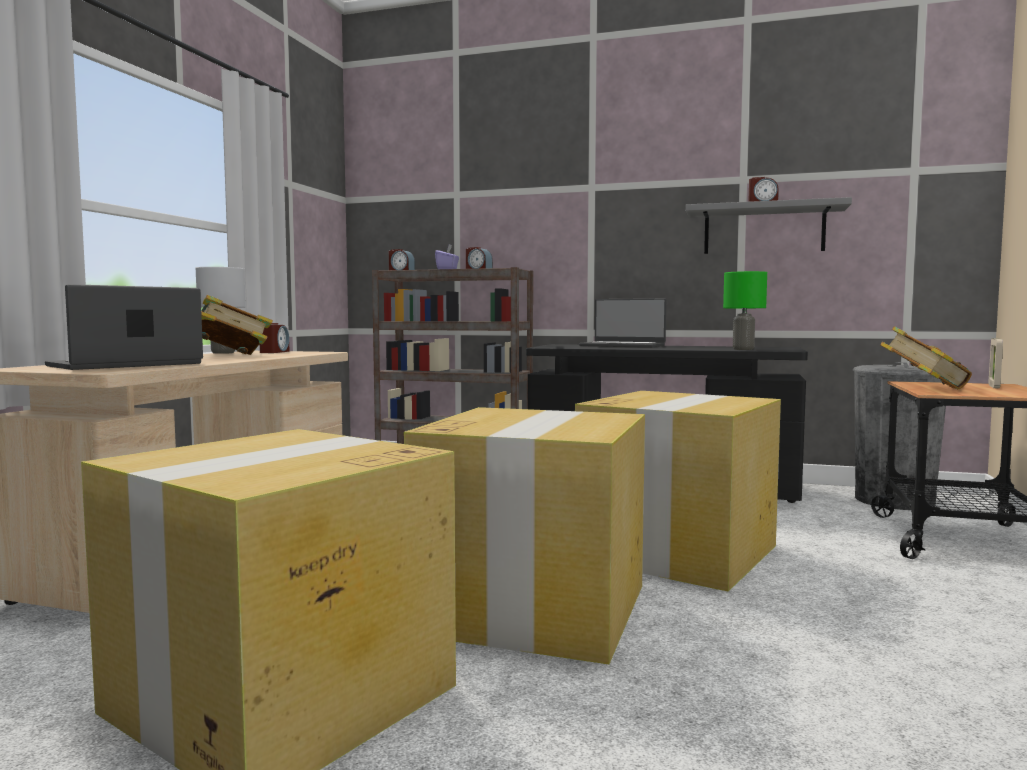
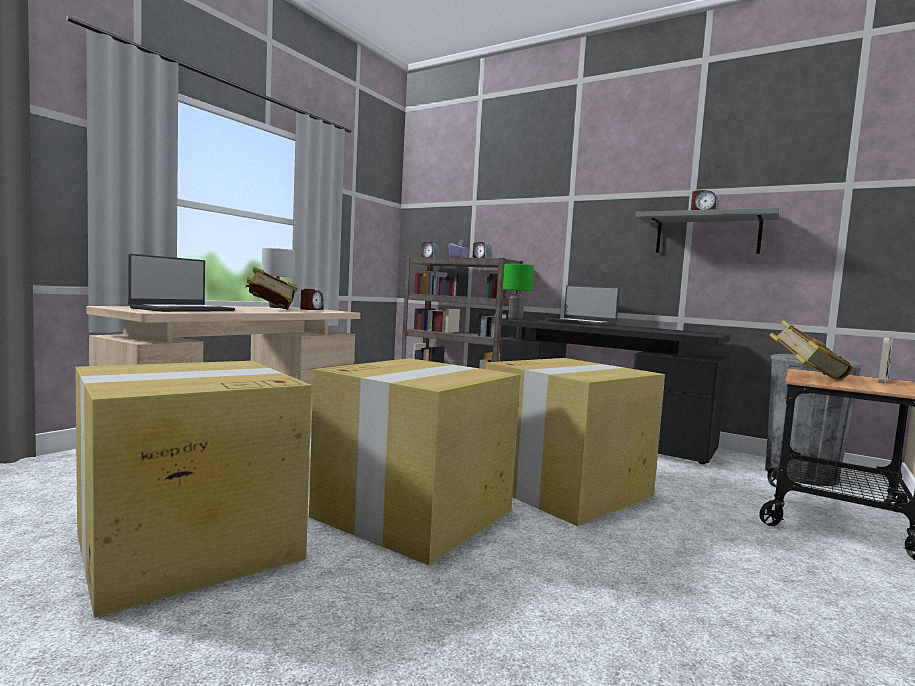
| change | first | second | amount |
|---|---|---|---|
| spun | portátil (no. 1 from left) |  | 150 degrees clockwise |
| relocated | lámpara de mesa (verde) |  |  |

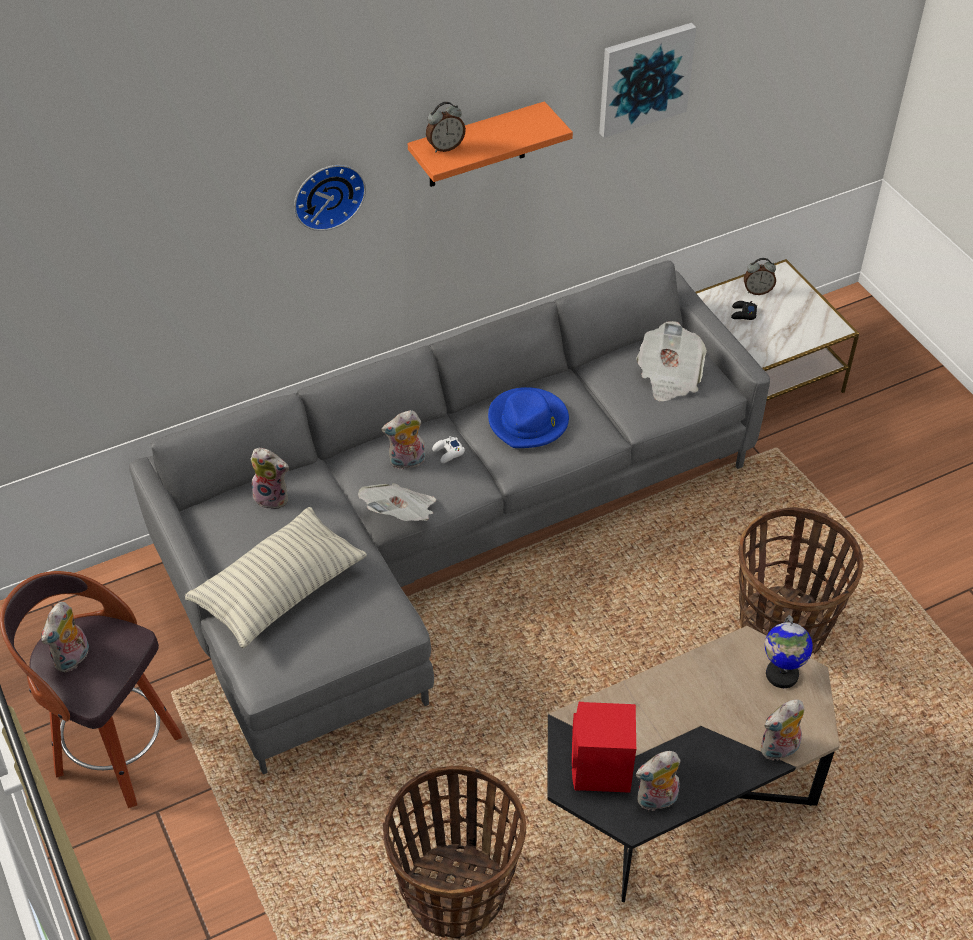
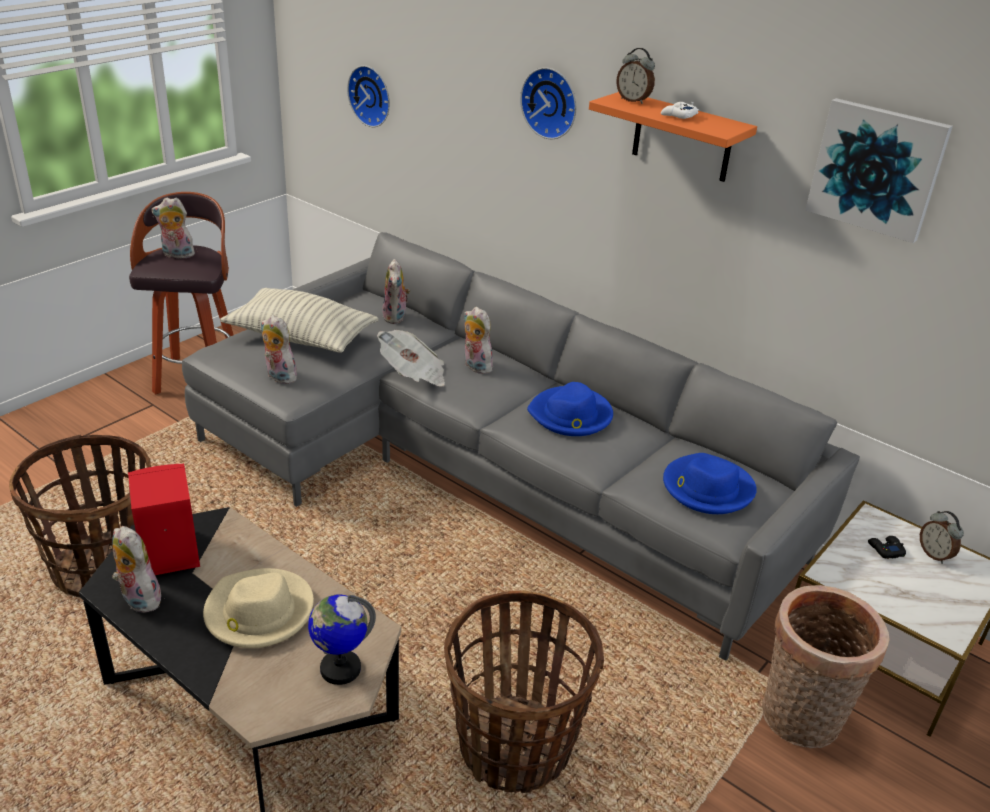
| change | first | second | amount |
|---|---|---|---|
| appeared |  | sombrero (beis) |  |
| relocated | peluche (no. 5 from left in the first image) | peluche (no. 3 from left) |  |
| appeared |  | reloj de pared (no. 1 from left) |  |
| relocated | mando de consola (blanco) |  |  |
| exchanged | periódico (no. 2 from left) | sombrero (azul) (no. 2 from left) |  |
| appeared |  | cesta (no. 3 from left) |  |

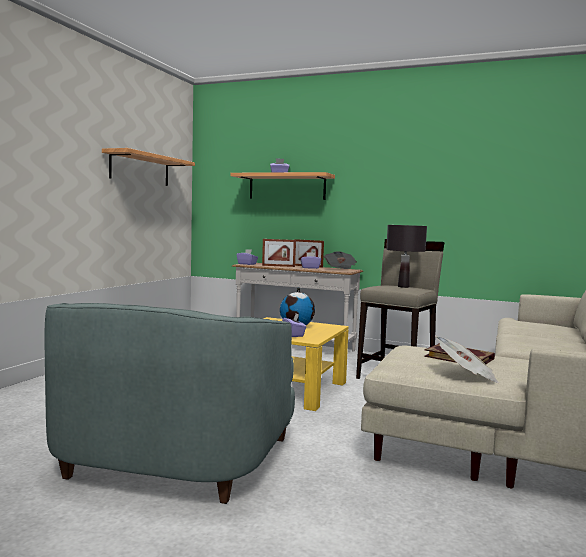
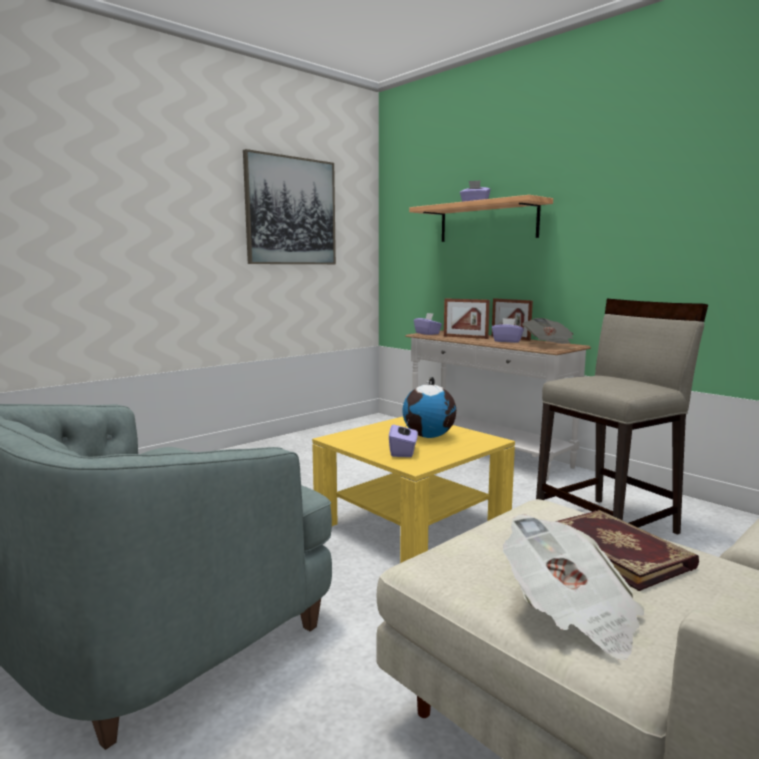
| change | first | second | amount |
|---|---|---|---|
| exchanged | estante (no. 1 from left) | cuadro |  |
| missing | lámpara de mesa (negro) |  |  |

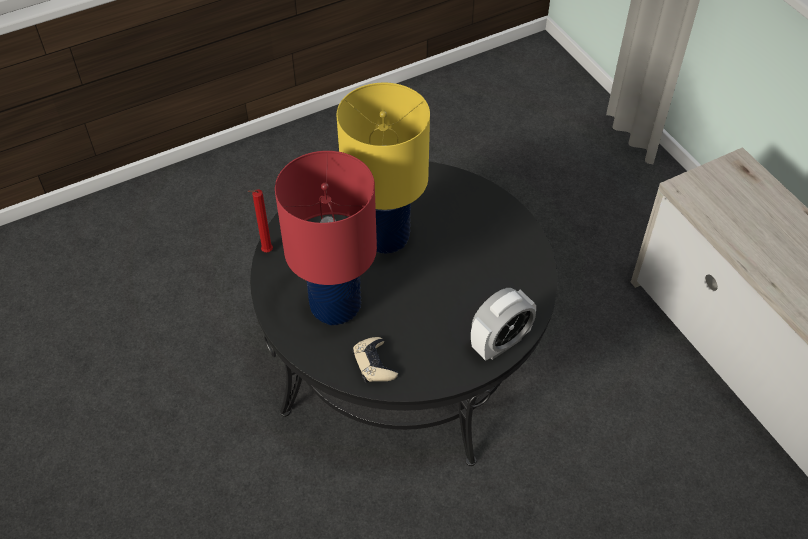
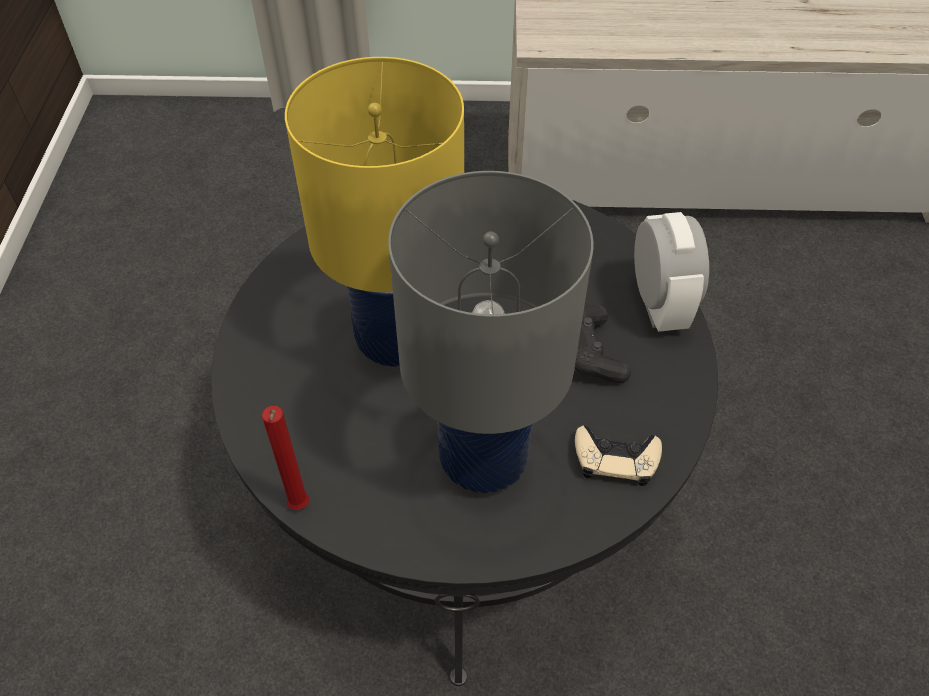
| change | first | second | amount |
|---|---|---|---|
| colour | lámpara de mesa (rojo) | lámpara de mesa (gris) |  |
| appeared |  | mando de consola (negro) |  |

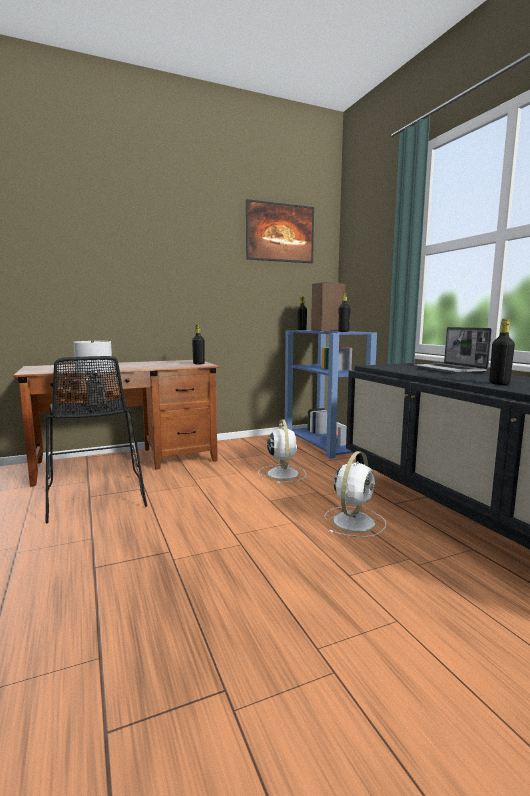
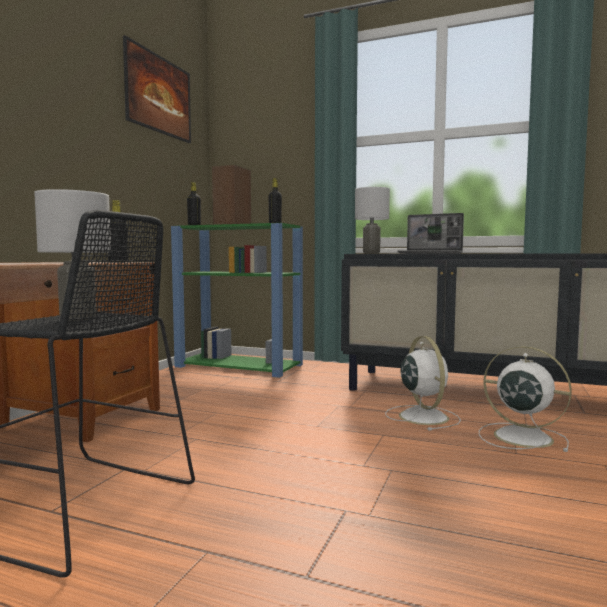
| change | first | second | amount |
|---|---|---|---|
| colour | estantería (azul) | estantería (verde) |  |
| appeared |  | lámpara de mesa (blanco) (no. 2 from left) |  |
| relocated | ventilador (blanco) (no. 1 from left in the first image) | ventilador (blanco) (no. 2 from left) |  |
| missing | botella (negro) (no. 4 from left) |  |  |

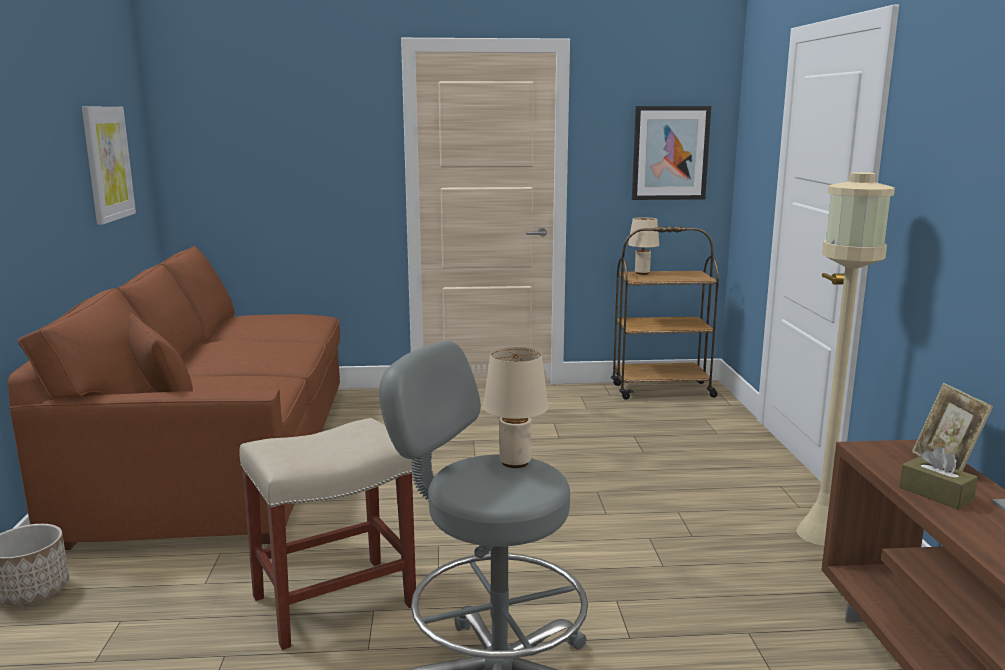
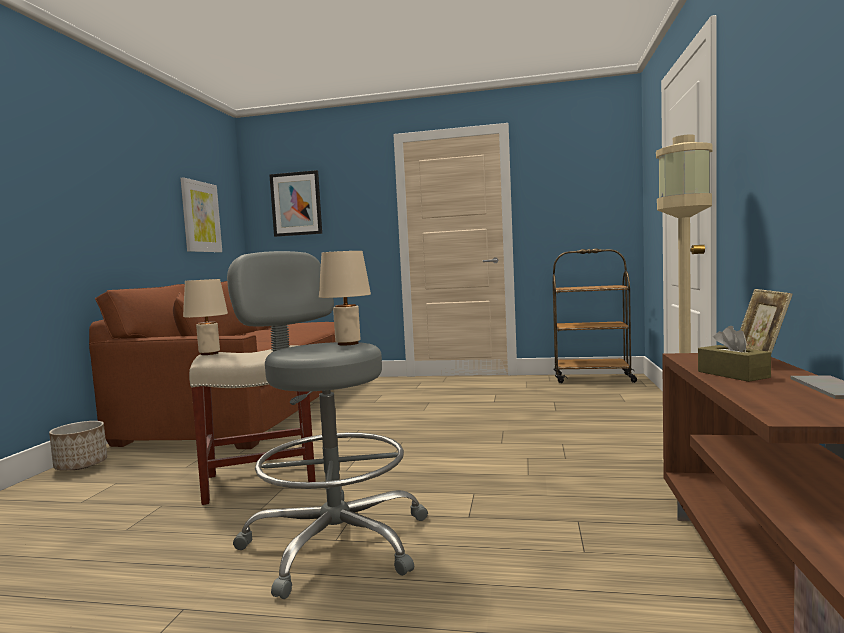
| change | first | second | amount |
|---|---|---|---|
| relocated | lámpara de mesa (beis) (no. 2 from left in the first image) | lámpara de mesa (beis) (no. 1 from left) |  |
| relocated | cuadro (no. 2 from left) |  |  |

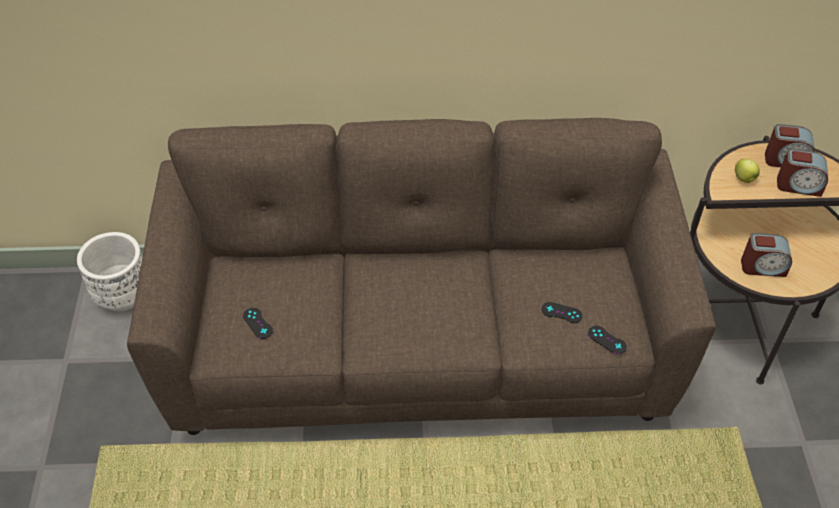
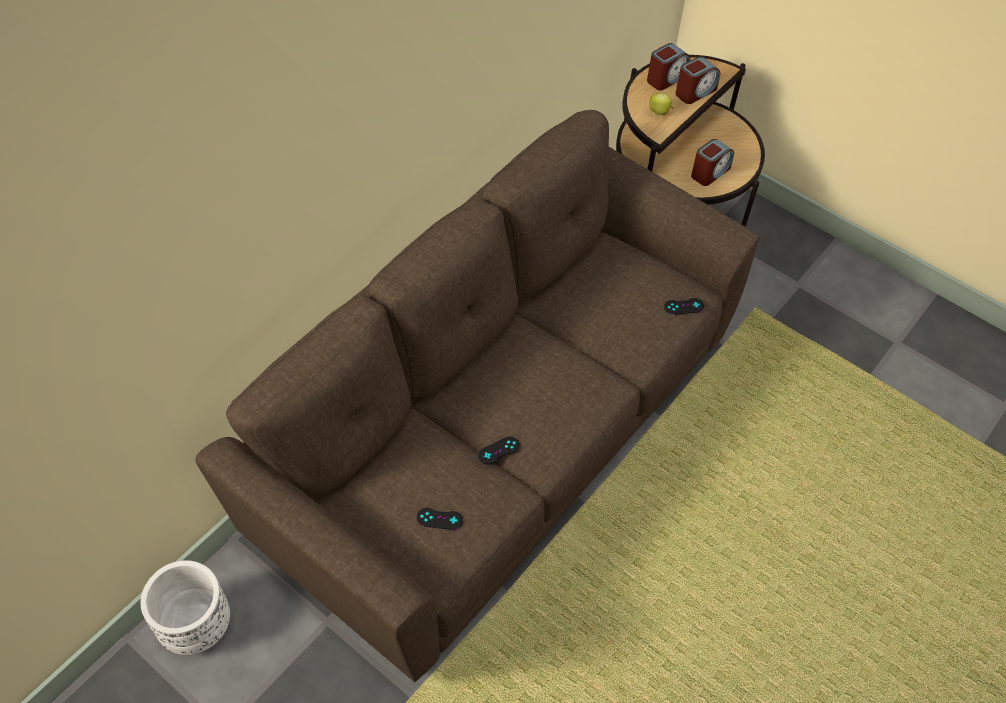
| change | first | second | amount |
|---|---|---|---|
| relocated | mando de consola (negro) (no. 2 from left) |  |  |

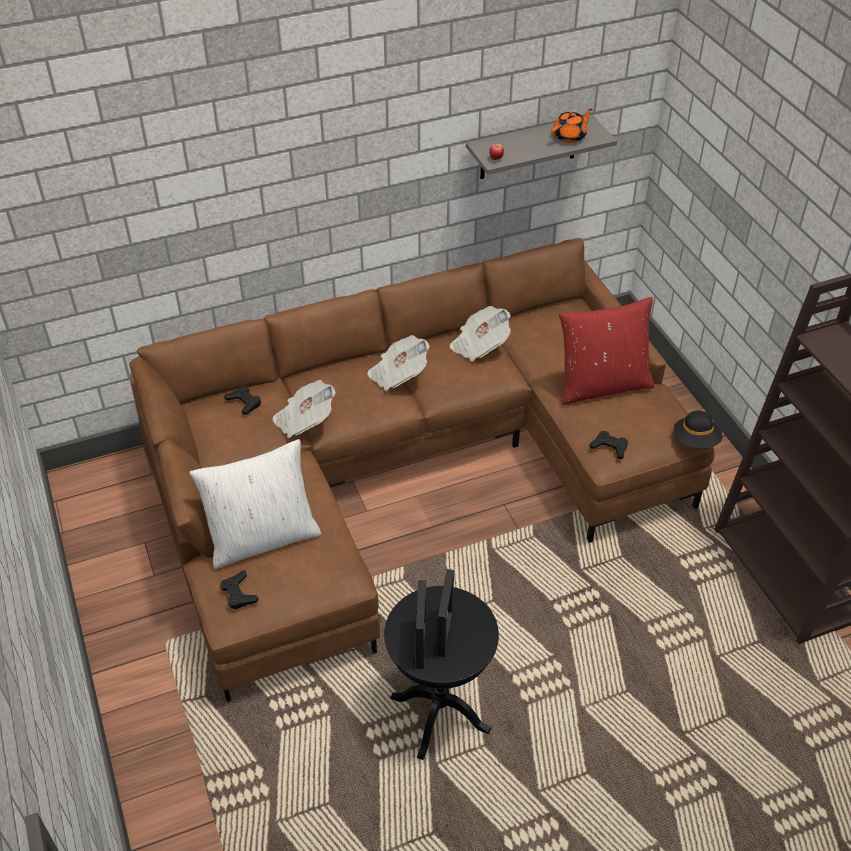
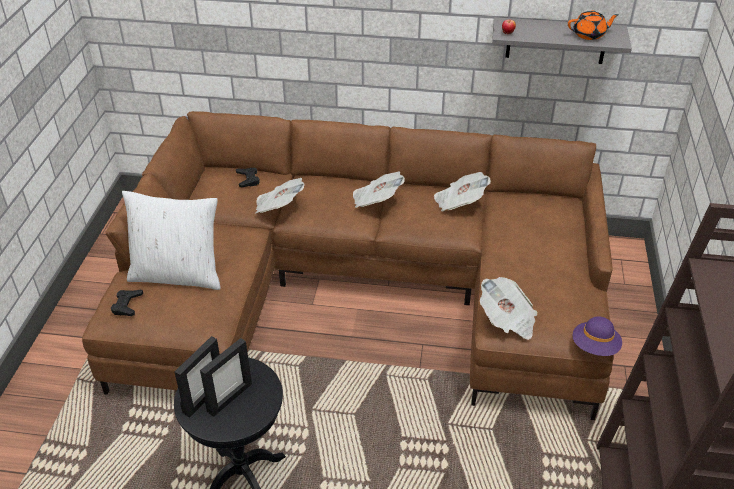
| change | first | second | amount |
|---|---|---|---|
| exchanged | mando de consola (negro) (no. 3 from left) | periódico (no. 4 from left) |  |
| colour | sombrero (negro) | sombrero (morado) |  |
| missing | cojín (rojo) |  |  |

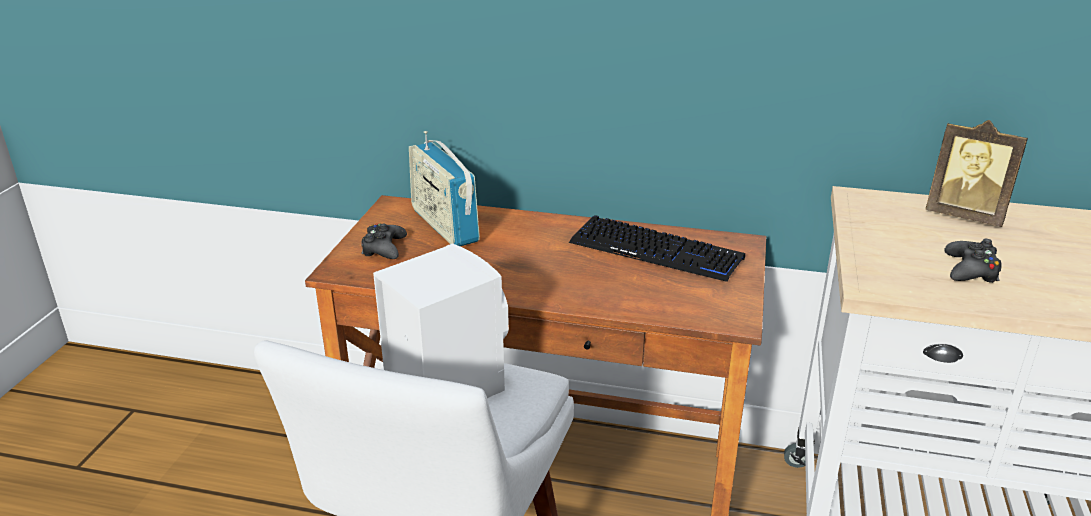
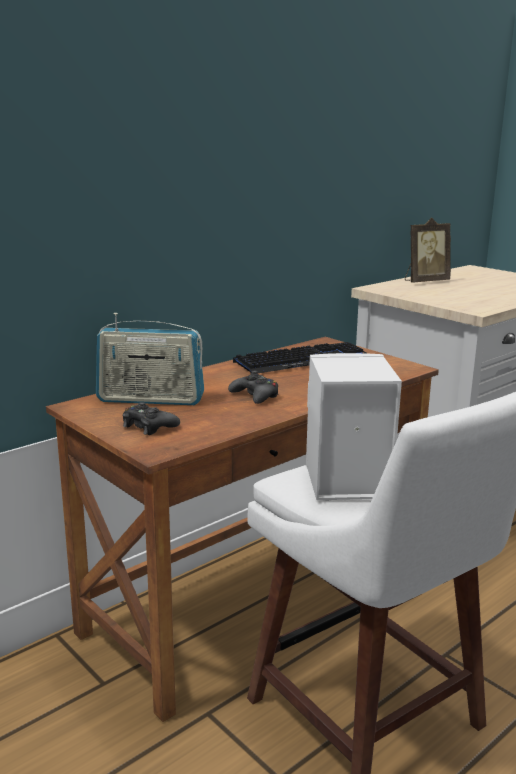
| change | first | second | amount |
|---|---|---|---|
| relocated | mando de consola (negro) (no. 2 from left) |  |  |

